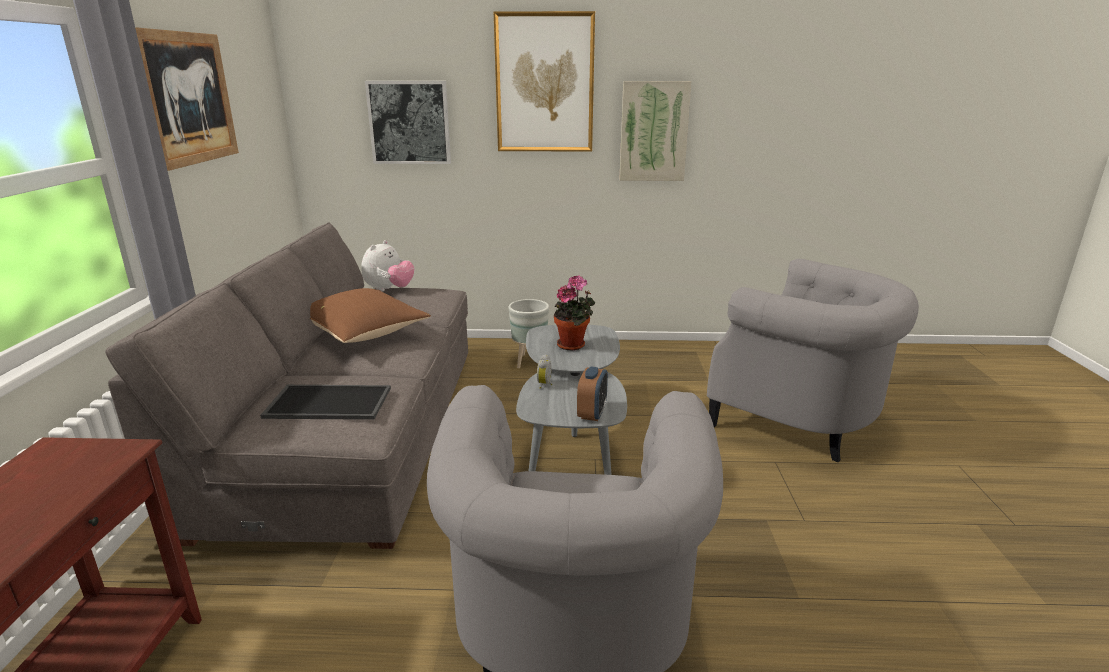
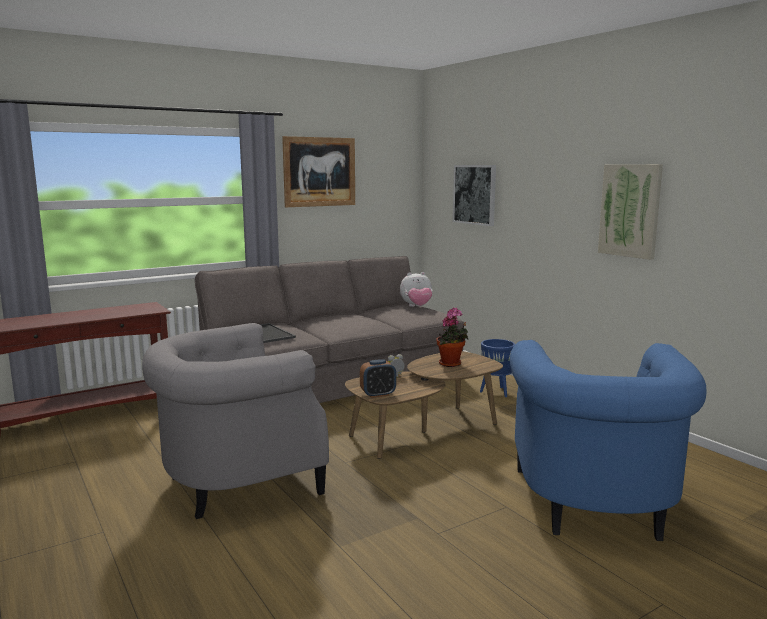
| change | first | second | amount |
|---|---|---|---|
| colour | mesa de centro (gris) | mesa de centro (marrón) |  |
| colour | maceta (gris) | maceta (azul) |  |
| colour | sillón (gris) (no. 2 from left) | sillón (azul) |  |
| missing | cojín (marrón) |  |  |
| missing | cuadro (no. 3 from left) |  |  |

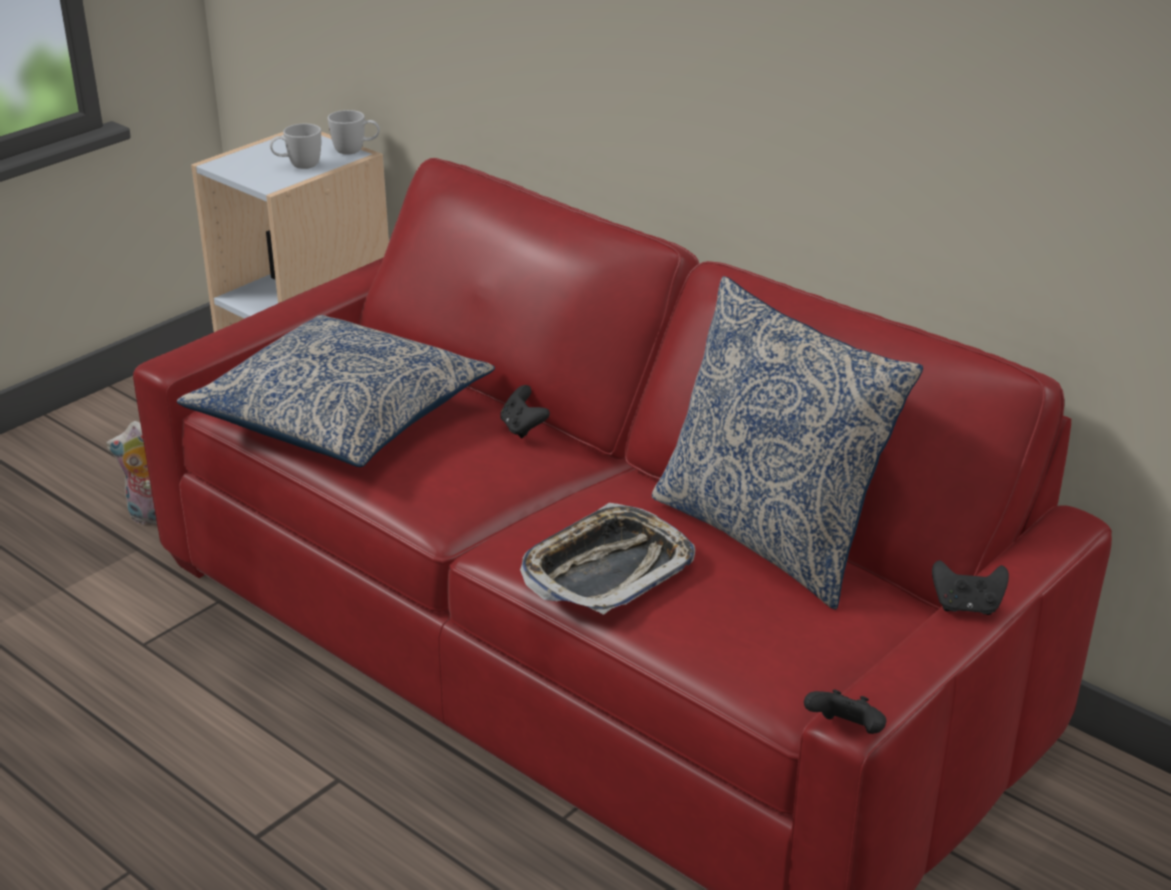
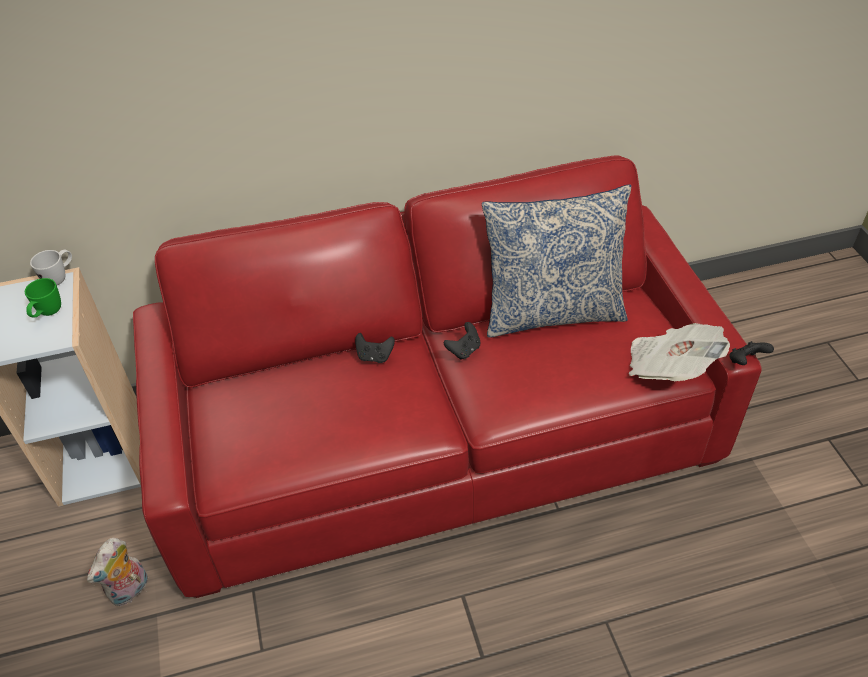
| change | first | second | amount |
|---|---|---|---|
| colour | taza grande (blanco) (no. 1 from left) | taza grande (verde) |  |
| relocated | mando de consola (negro) (no. 3 from left in the first image) | mando de consola (negro) (no. 2 from left) |  |
| appeared |  | periódico |  |
| missing | cojín (no. 1 from left) |  |  |
| missing | bandeja |  |  |

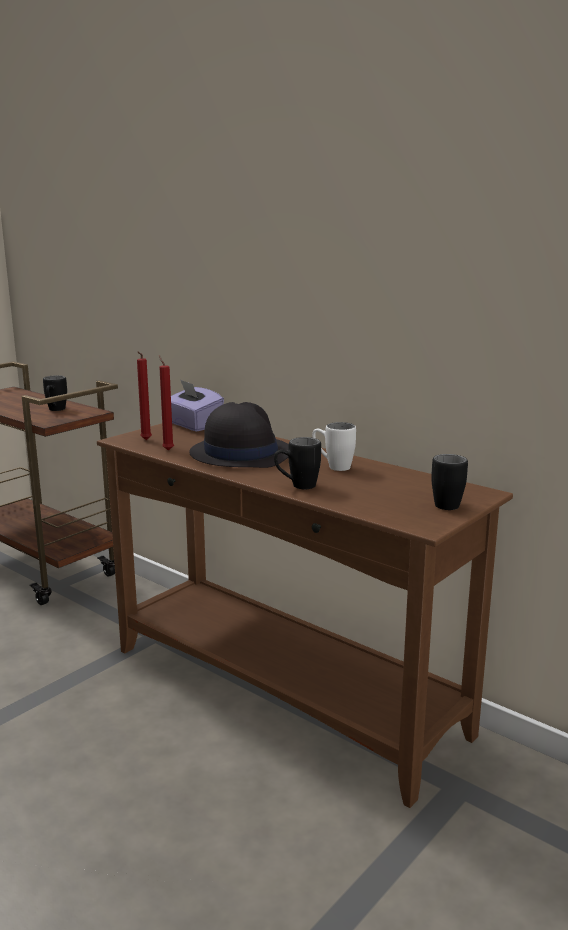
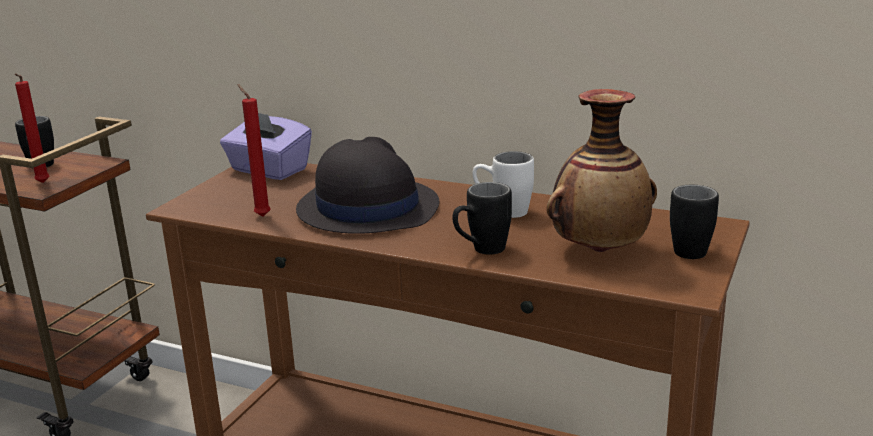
| change | first | second | amount |
|---|---|---|---|
| relocated | vela (rojo) (no. 1 from left) |  |  |
| appeared |  | florero |  |

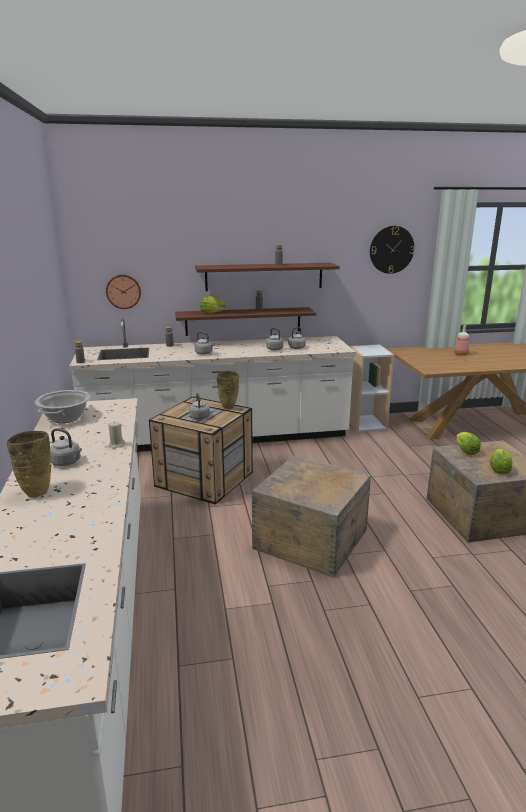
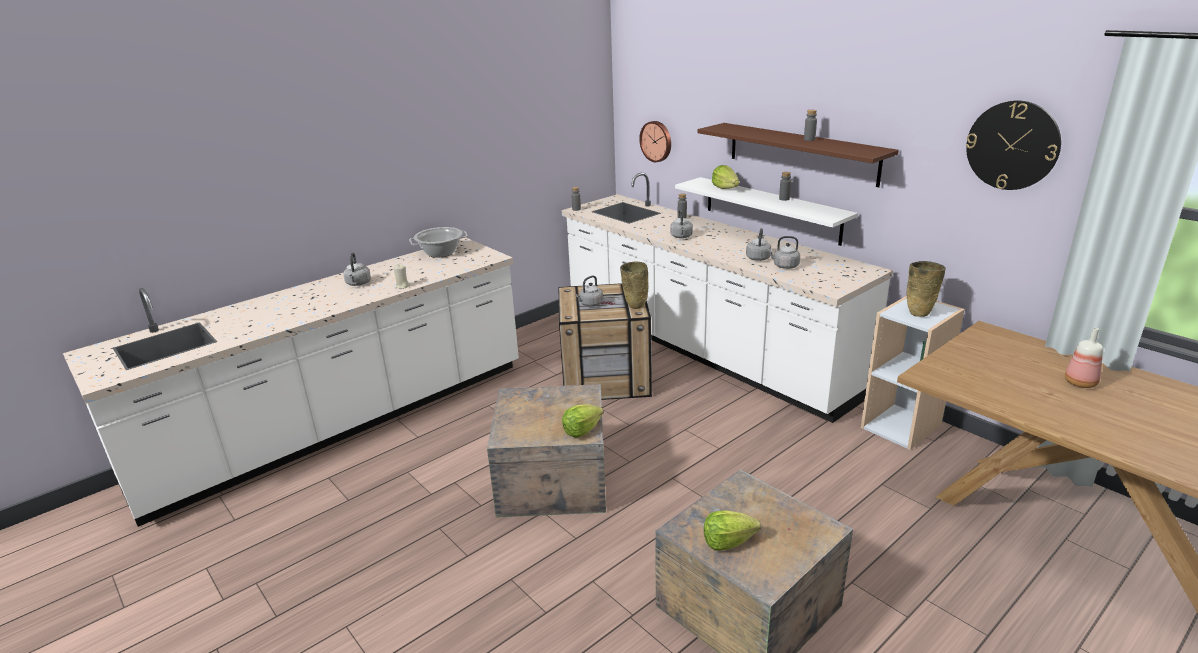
| change | first | second | amount |
|---|---|---|---|
| relocated | lechuga (no. 2 from left in the first image) | lechuga (no. 1 from left) |  |
| colour | estante (marrón) (no. 1 from left) | estante (blanco) |  |
| relocated | florero (beis) (no. 1 from left in the first image) | florero (beis) (no. 2 from left) |  |

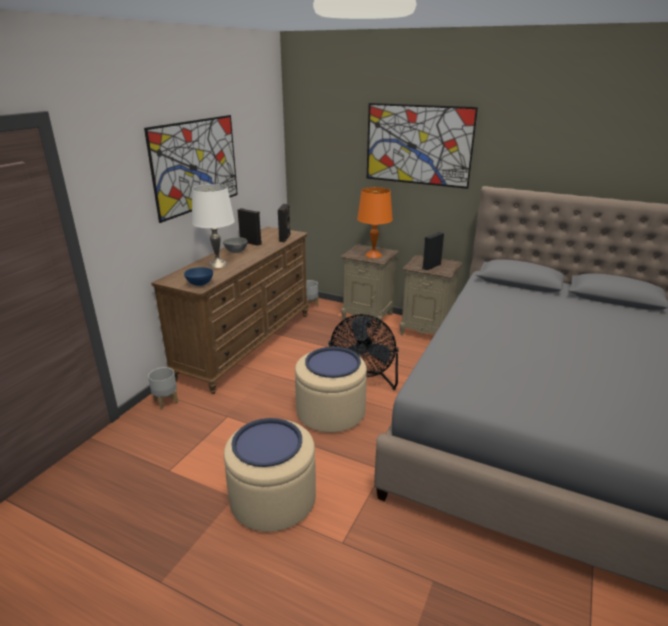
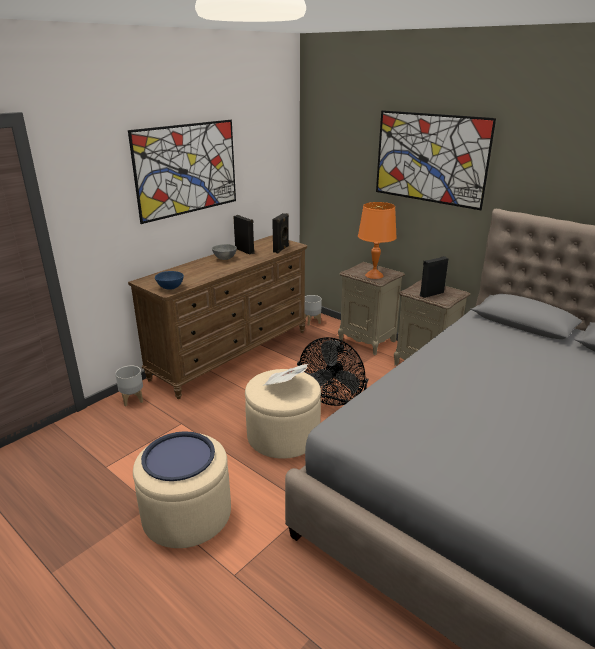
| change | first | second | amount |
|---|---|---|---|
| exchanged | bandeja (azul) (no. 2 from left) | periódico |  |
| missing | lámpara de mesa (blanco) |  |  |

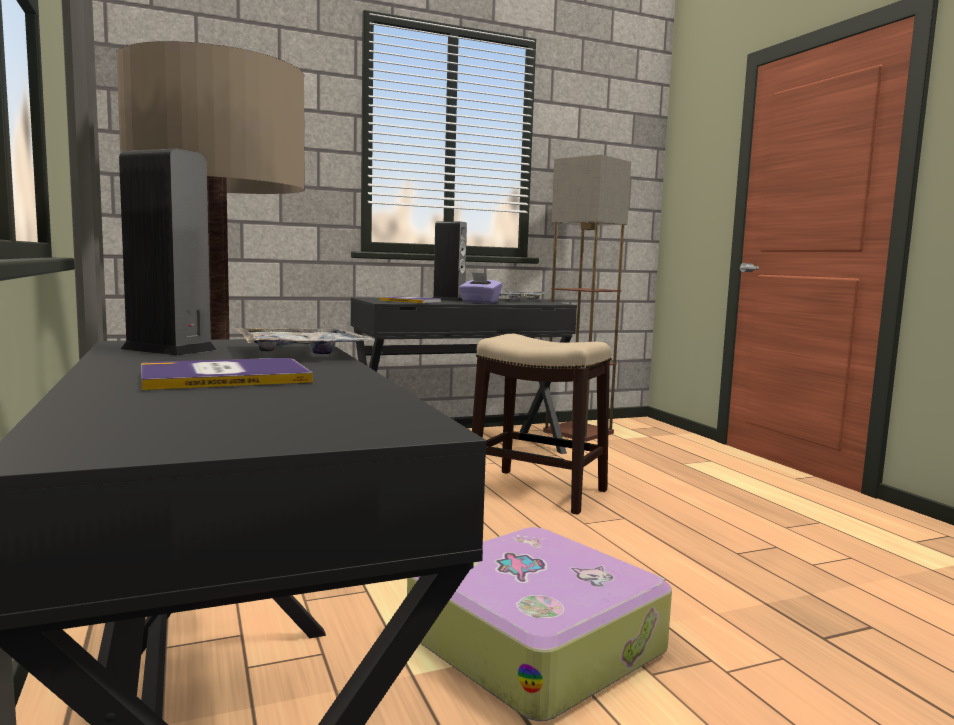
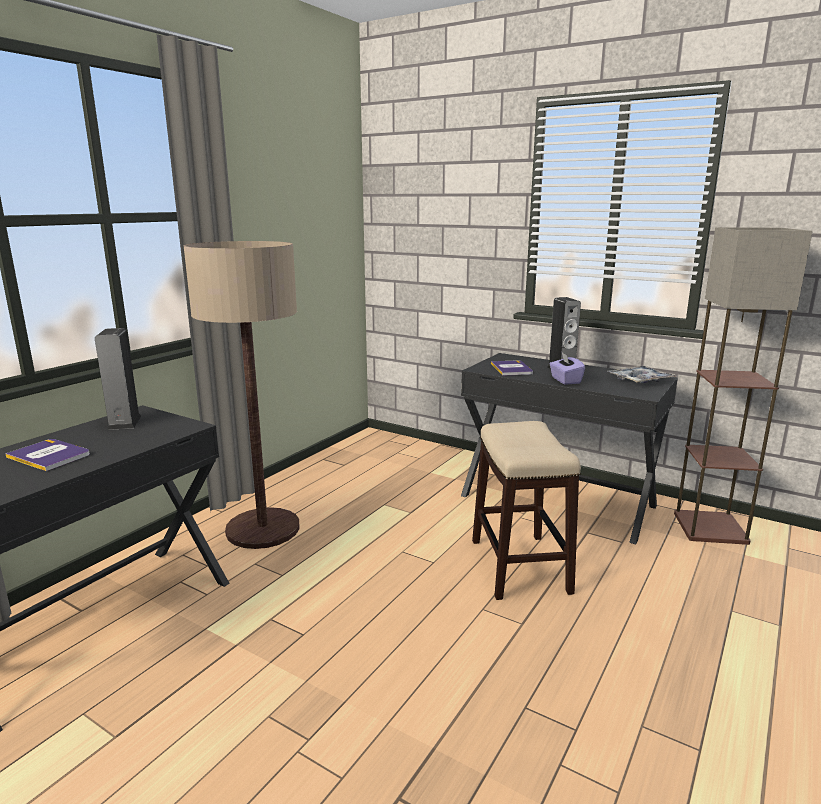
| change | first | second | amount |
|---|---|---|---|
| missing | bandeja (no. 1 from left) |  |  |
| missing | maleta |  |  |

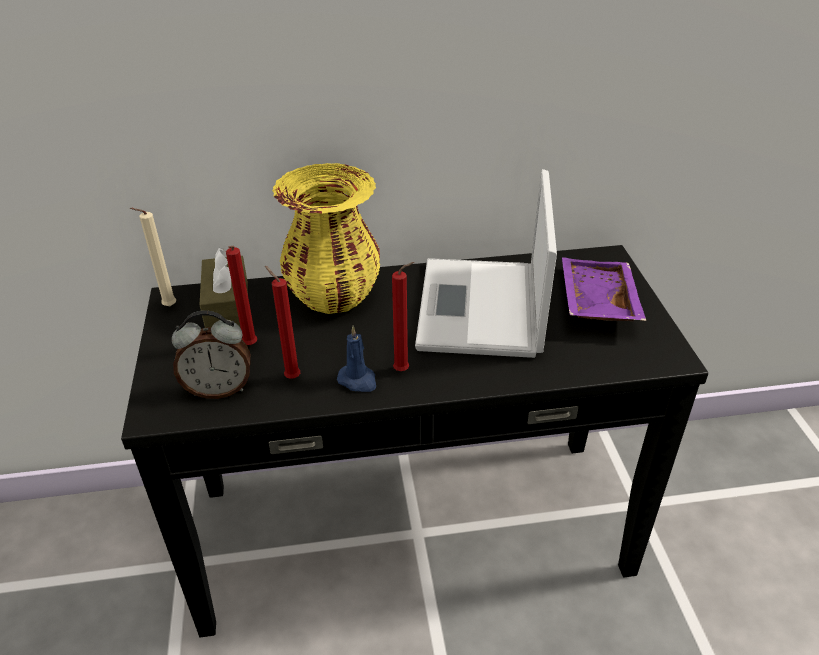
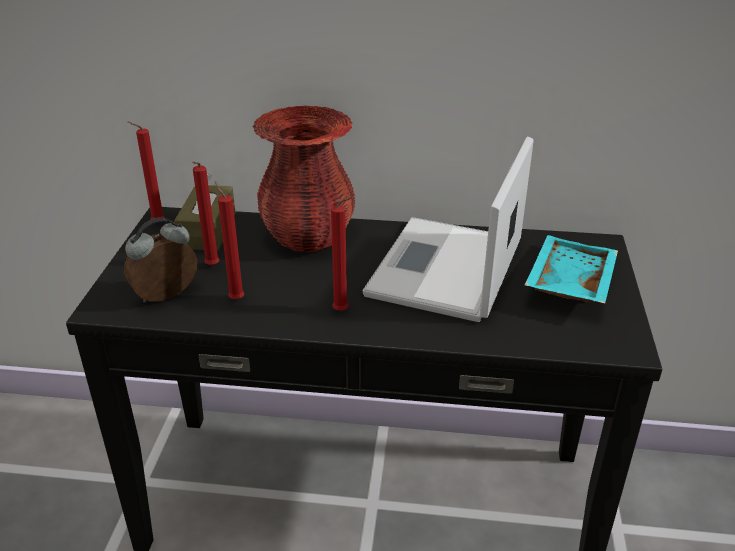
| change | first | second | amount |
|---|---|---|---|
| spun | despertador |  | 135 degrees clockwise |
| colour | vela (beis) | vela (rojo) (no. 1 from left) |  |
| colour | florero (amarillo) | florero (rojo) |  |
| colour | bandeja (morado) | bandeja (turquesa) |  |
| missing | vela (azul) |  |  |

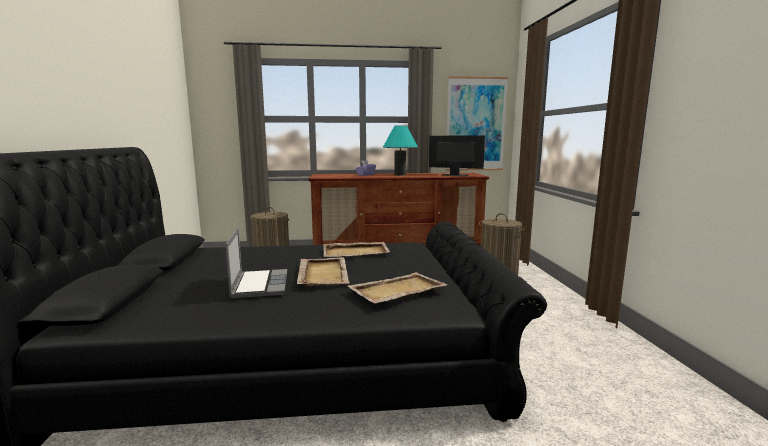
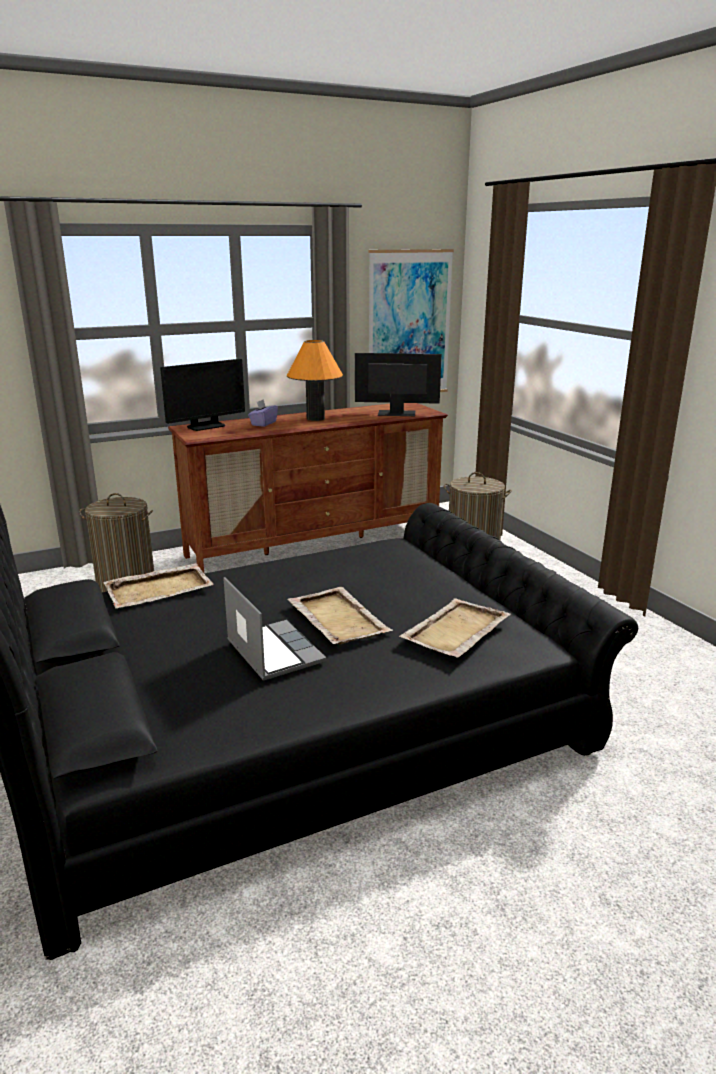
| change | first | second | amount |
|---|---|---|---|
| relocated | bandeja (beis) (no. 2 from left in the first image) | bandeja (beis) (no. 1 from left) |  |
| appeared |  | monitor (no. 1 from left) |  |
| colour | lámpara de mesa (turquesa) | lámpara de mesa (naranja) |  |

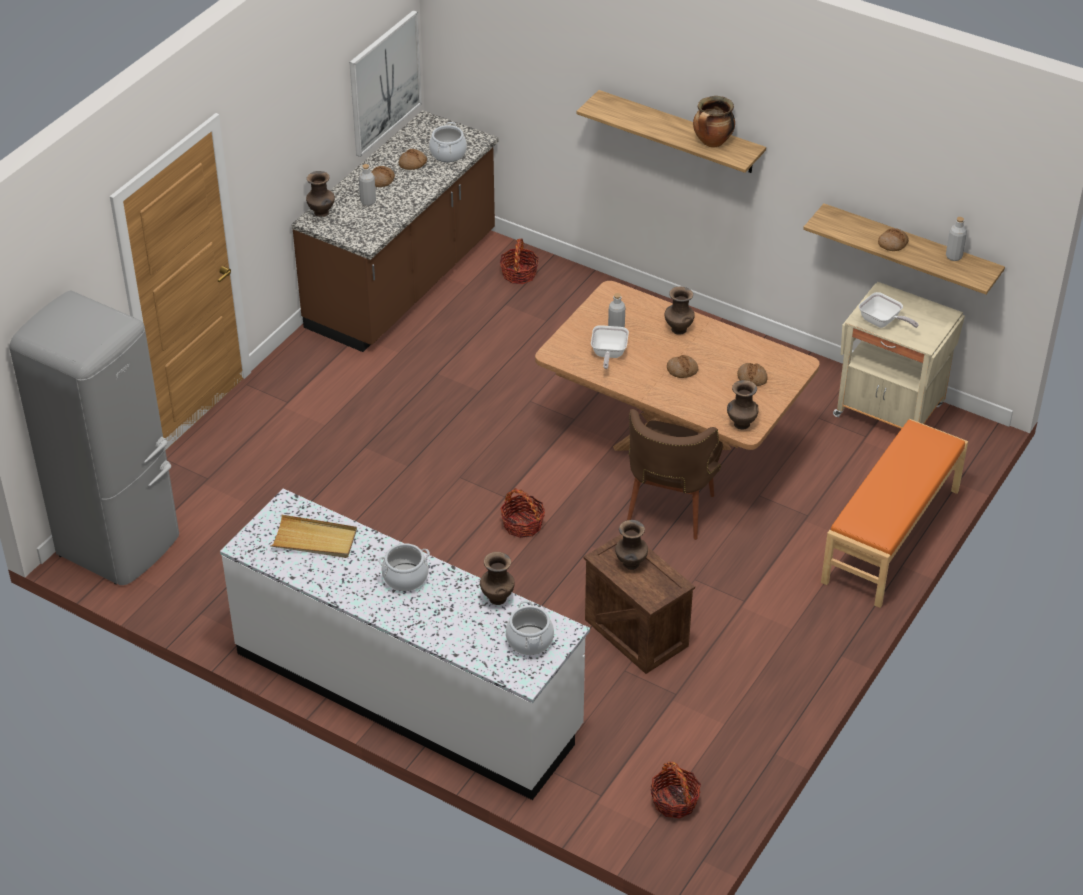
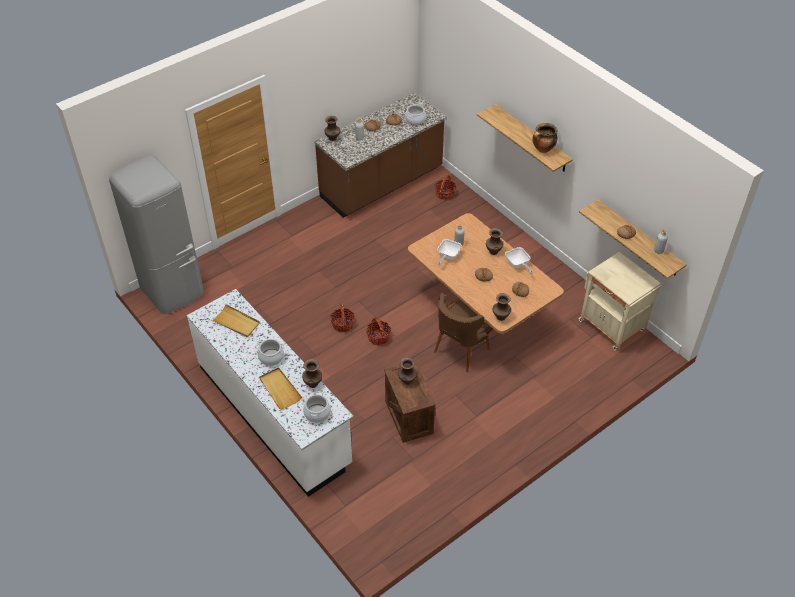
| change | first | second | amount |
|---|---|---|---|
| appeared |  | bandeja (beis) (no. 2 from left) |  |
| relocated | cesta (no. 3 from left in the first image) | cesta (no. 1 from left) |  |
| relocated | sartén (no. 2 from left) |  |  |
| missing | cuadro |  |  |
| missing | banco (naranja) |  |  |

